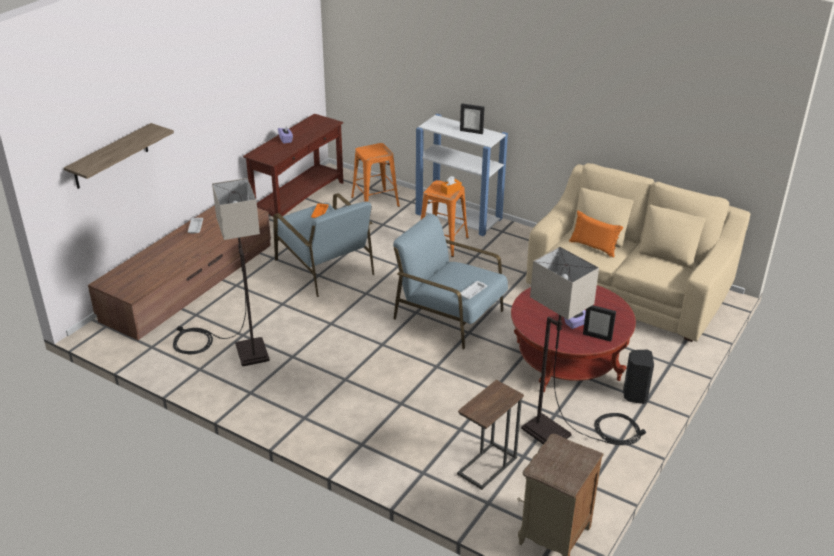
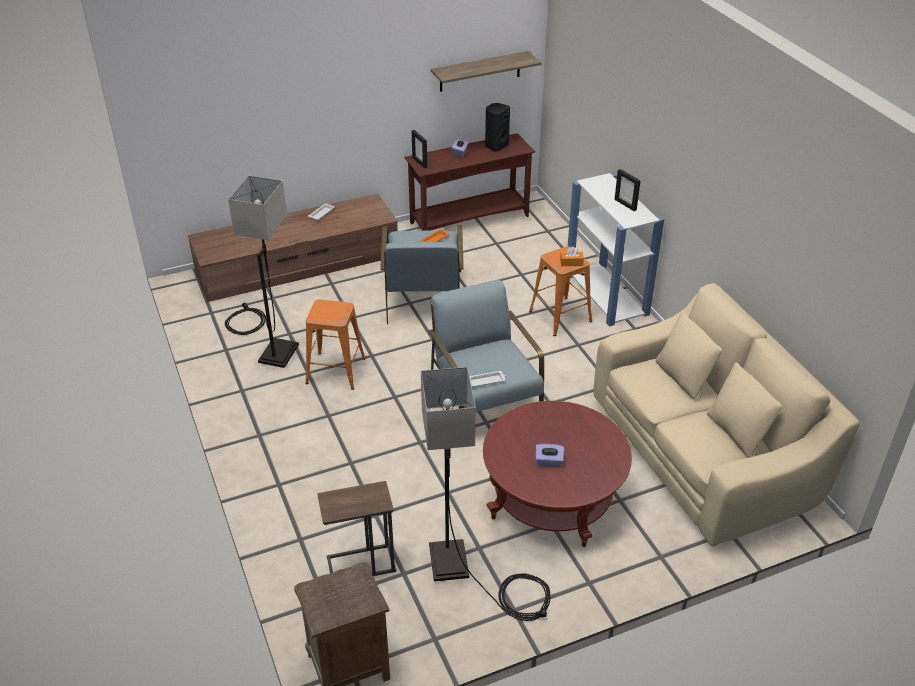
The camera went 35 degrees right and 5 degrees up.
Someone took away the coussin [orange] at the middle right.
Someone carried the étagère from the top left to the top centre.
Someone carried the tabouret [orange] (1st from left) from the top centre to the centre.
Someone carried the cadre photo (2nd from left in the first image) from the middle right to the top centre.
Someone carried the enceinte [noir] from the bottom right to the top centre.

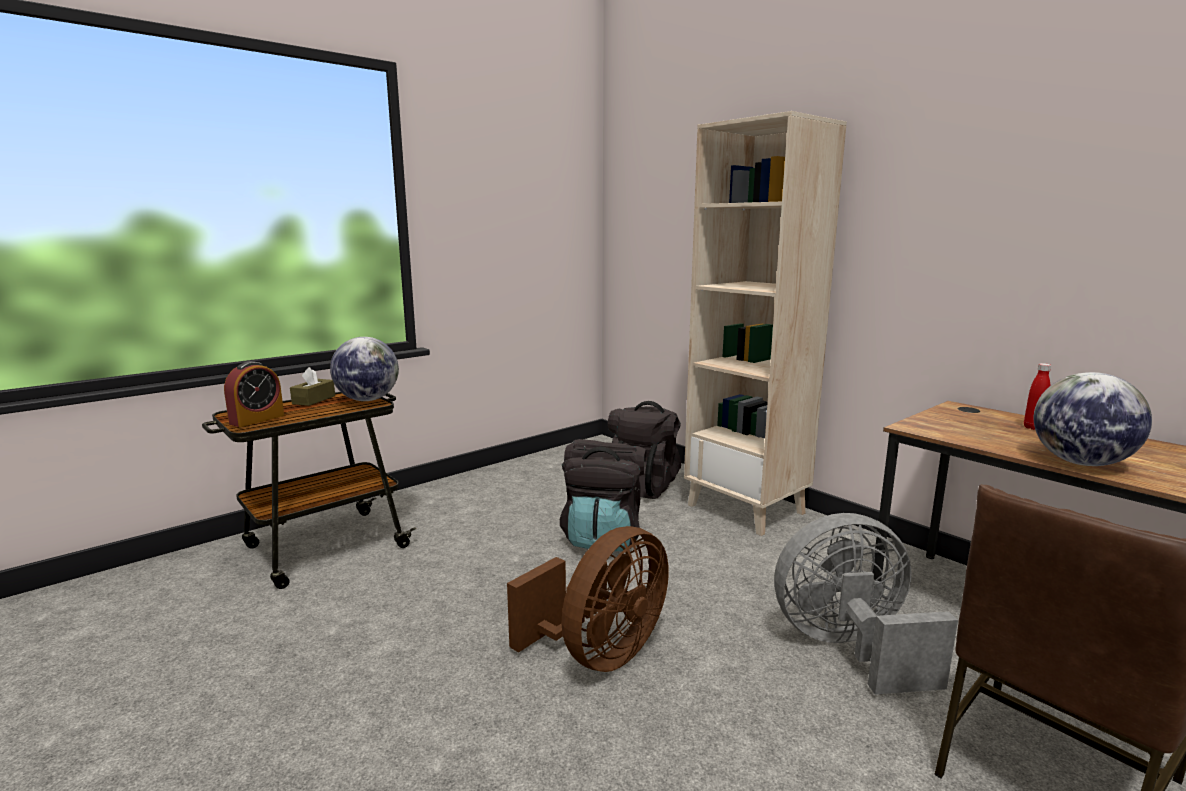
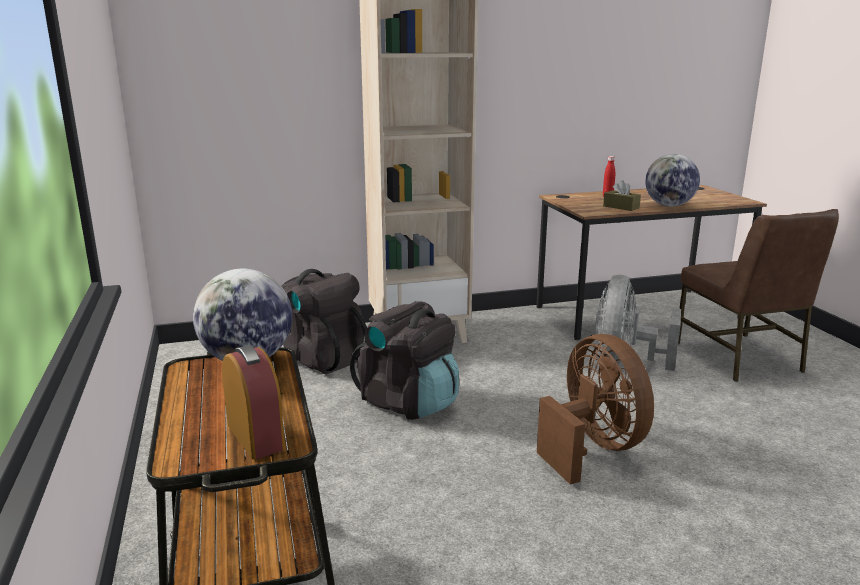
The camera went 65 degrees left and 5 degrees up.
Someone carried the boîte à mouchoirs [marron] from the middle left to the middle right.

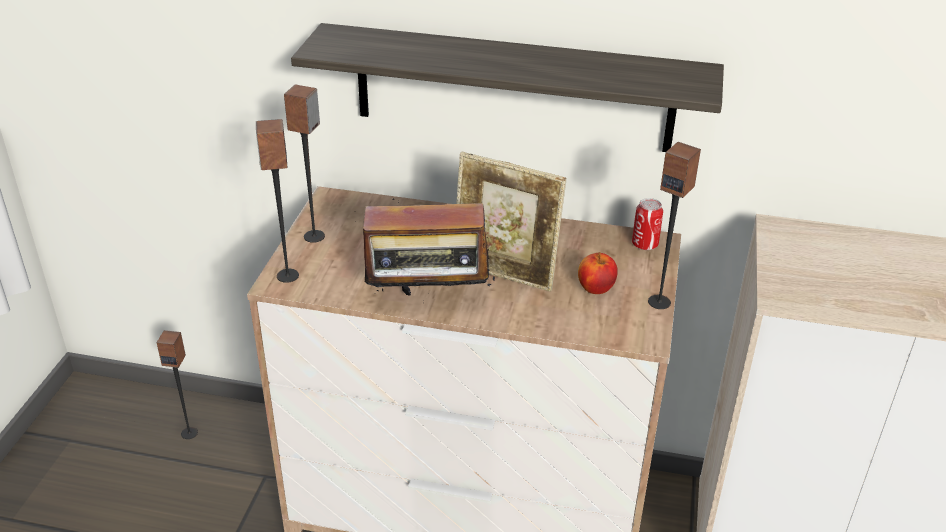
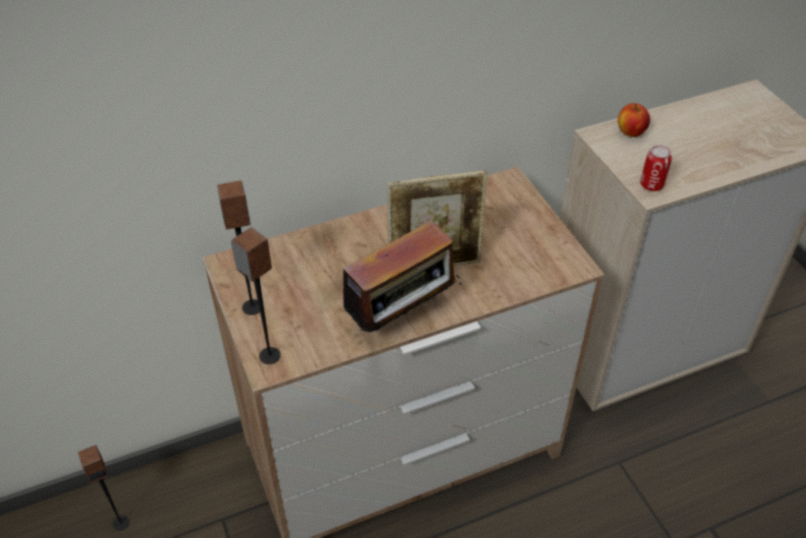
The camera went 35 degrees left and 10 degrees up.
Someone took away the étagère at the top centre.
Someone took away the enceinte (4th from left) at the middle right.
Someone carried the pomme from the centre to the top right.
Someone carried the boîte métallique from the middle right to the top right.

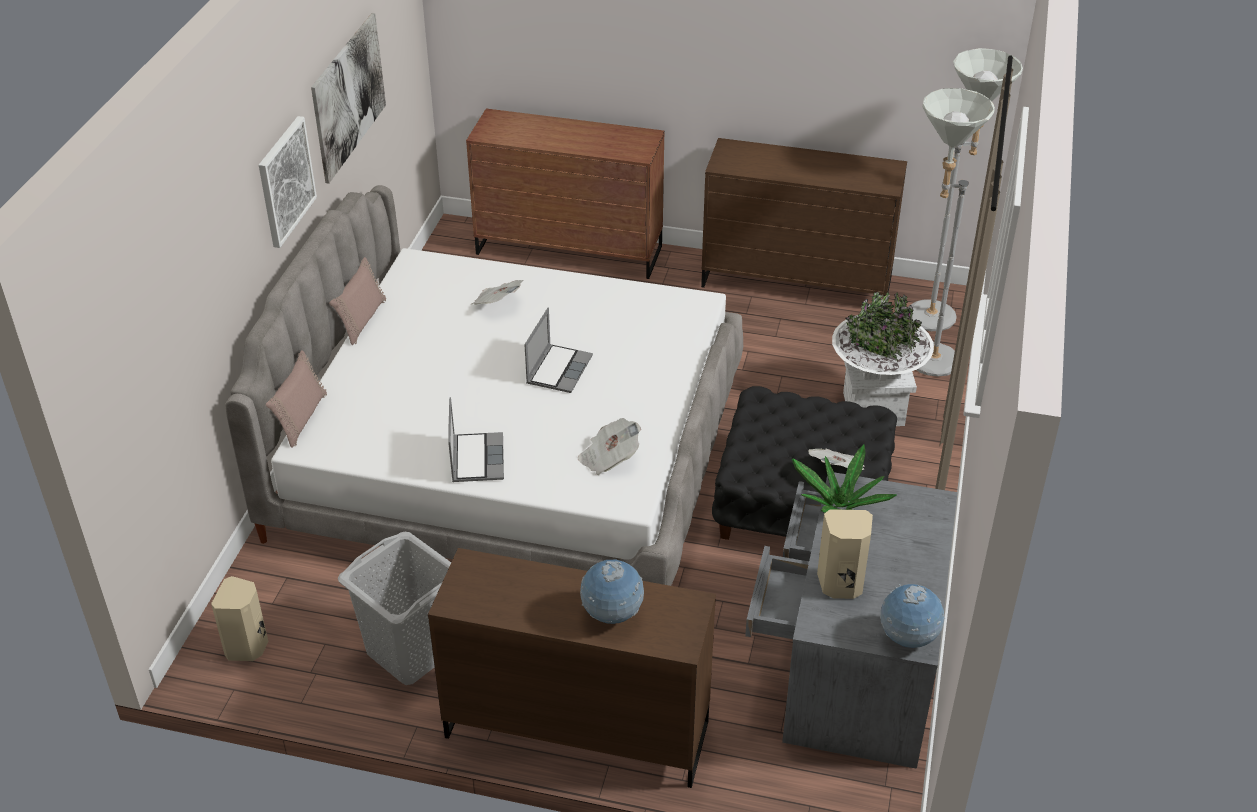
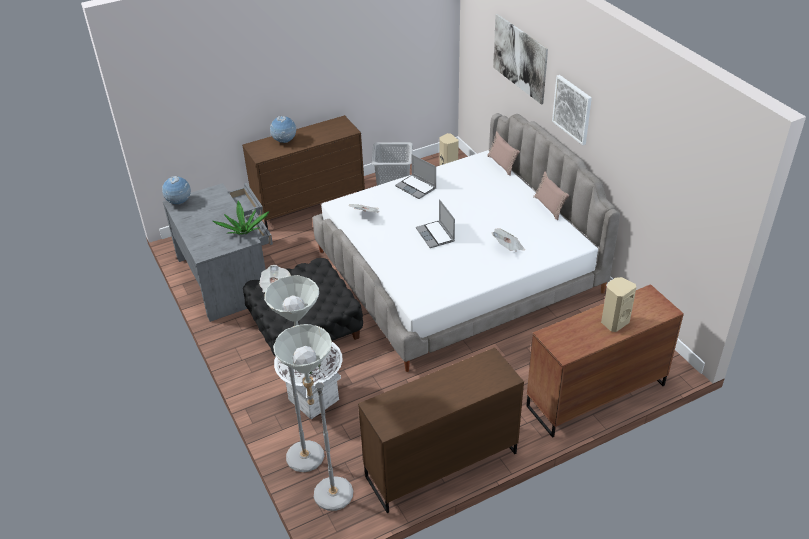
The camera went 140 degrees right and 0 degrees up.
Someone carried the tableau (2nd from left in the first image) from the top left to the top centre.
Someone carried the enceinte [beige] (2nd from left) from the bottom right to the middle right.

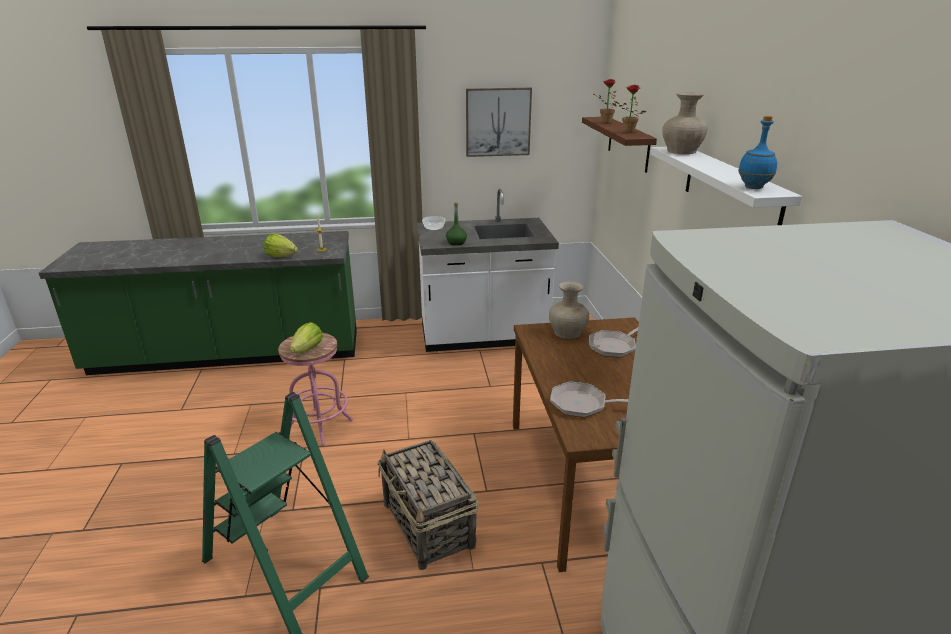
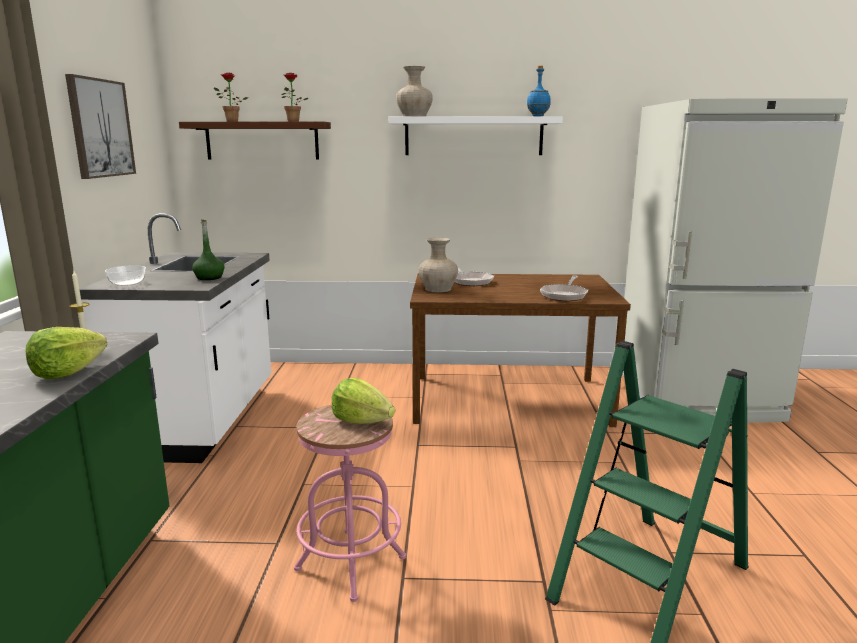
The camera went 80 degrees left and 10 degrees down.
Someone took away the panier at the bottom centre.

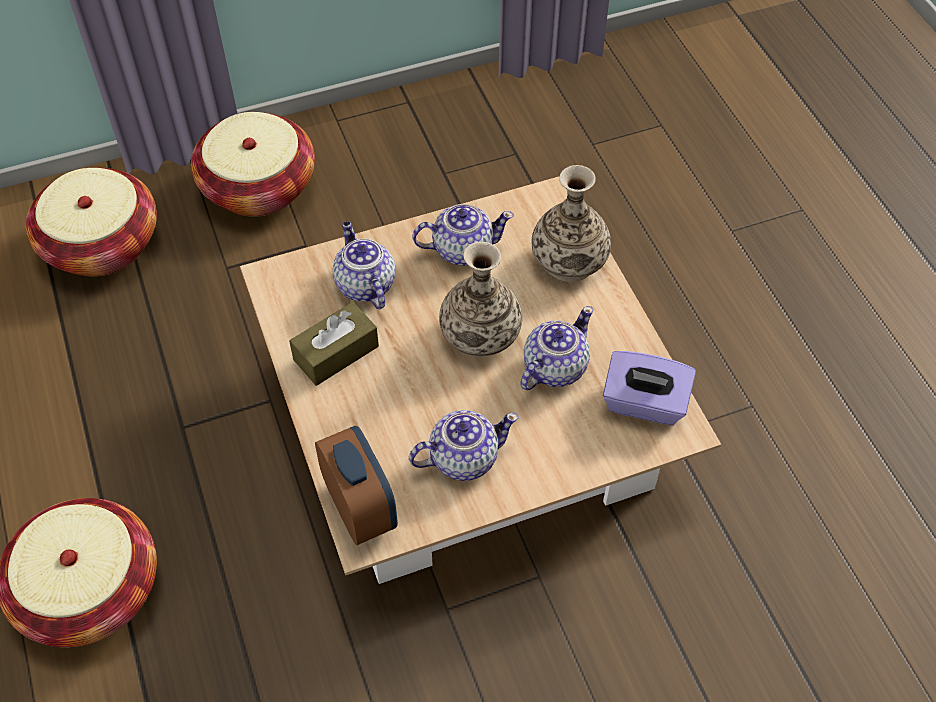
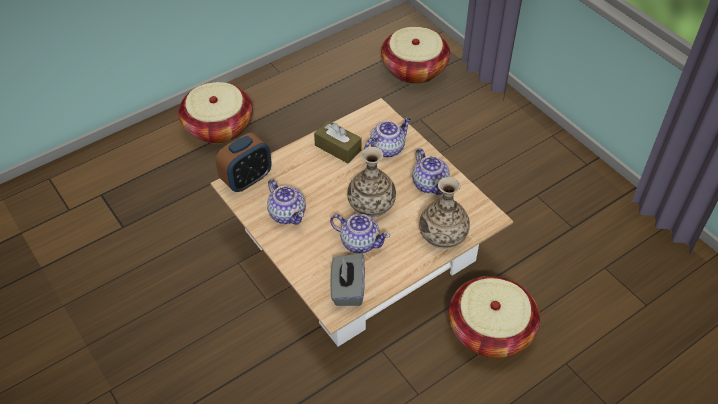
The camera went 75 degrees right and 5 degrees down.
Someone carried the panier (3rd from left) from the top left to the bottom right.
Someone repainted the boîte à mouchoirs [violet] at the middle right, which became the boîte à mouchoirs [gris] at the bottom centre.

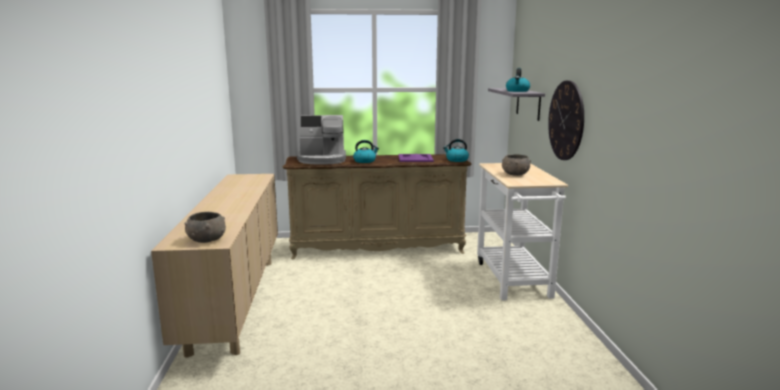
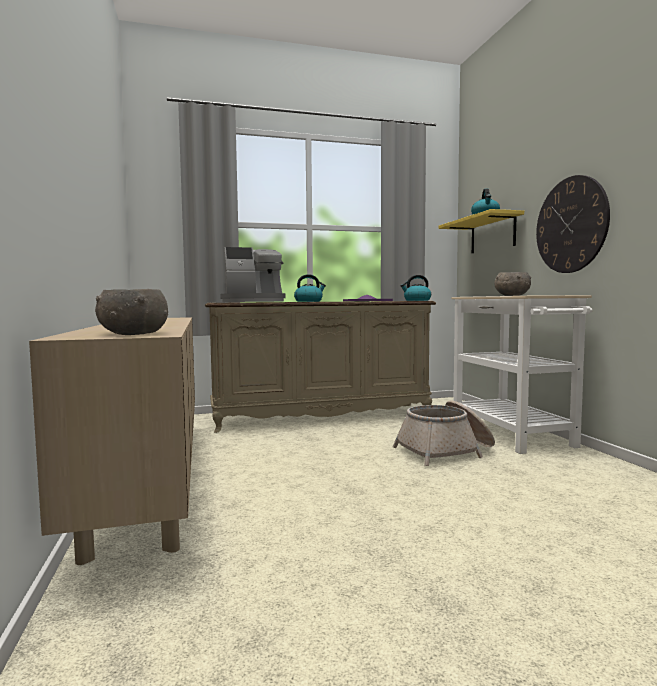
The camera went 10 degrees left and 10 degrees down.
Someone put down the panier at the middle right.
Someone repainted the étagère [gris] at the top centre, which became the étagère [jaune] at the middle right.

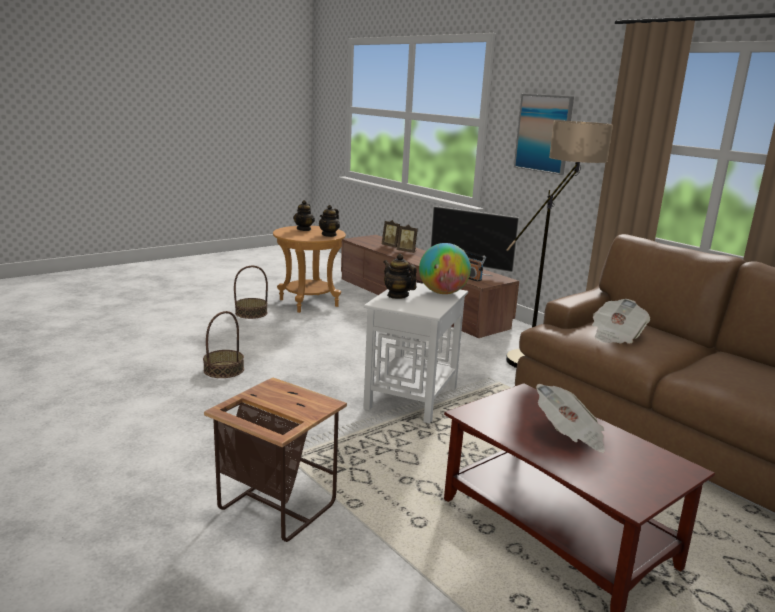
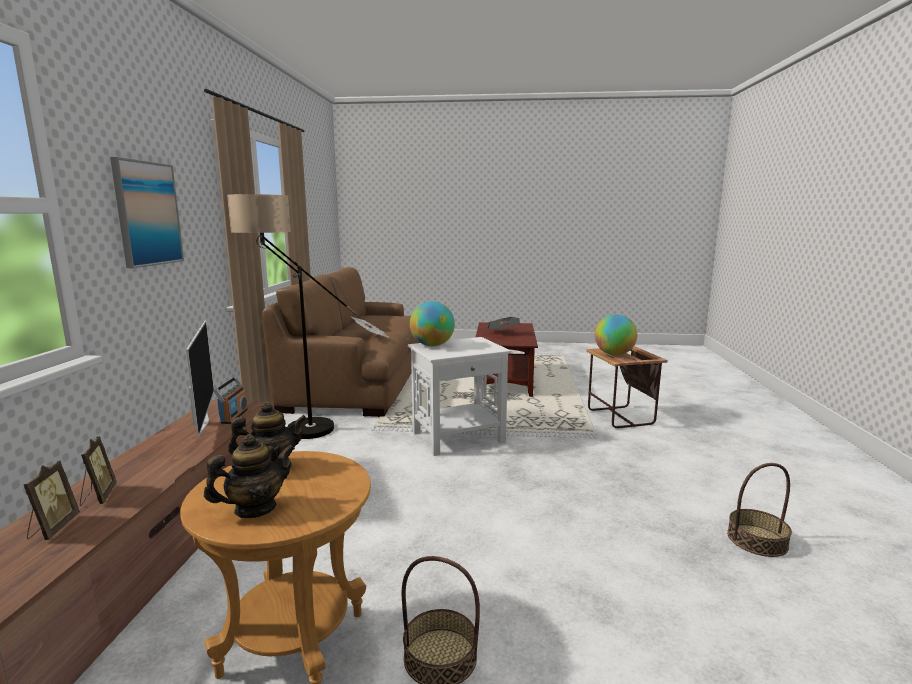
The camera went 135 degrees left and 5 degrees down.
Someone took away the théière (3rd from left) at the centre.
Someone put down the globe (2nd from left) at the middle right.
Someone carried the panier (1st from left in the first image) from the middle left to the bottom right.

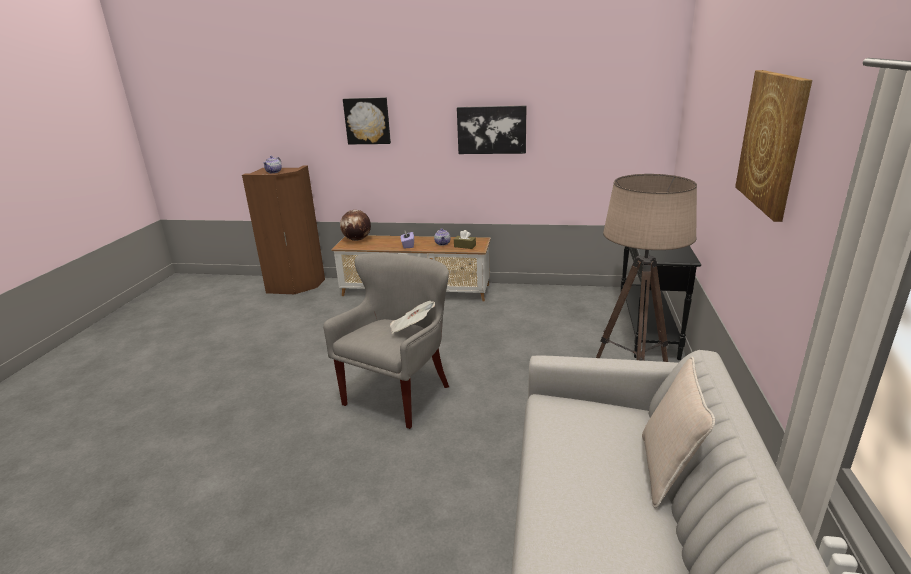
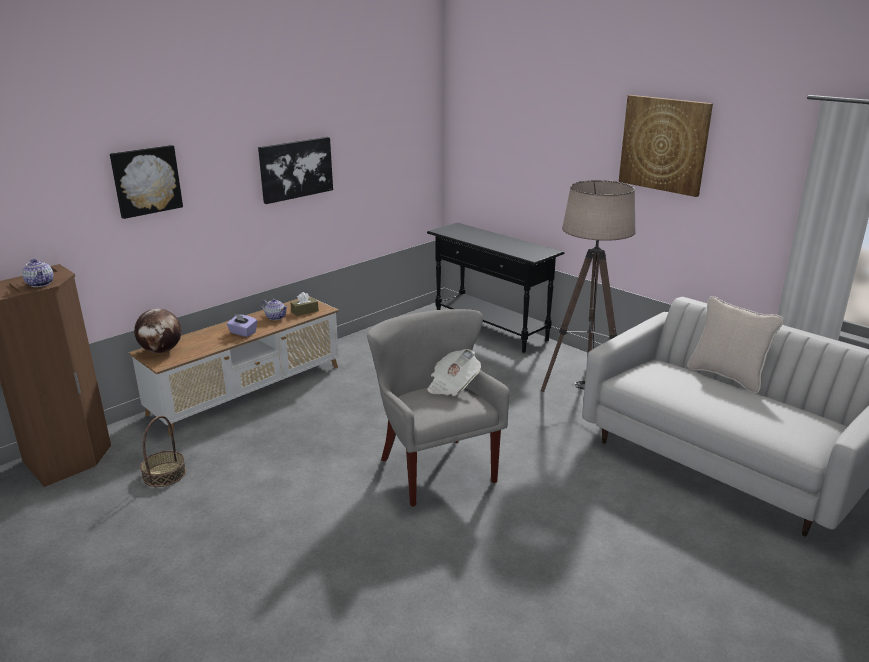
The camera went 55 degrees left and 0 degrees up.
Someone put down the panier at the bottom left.

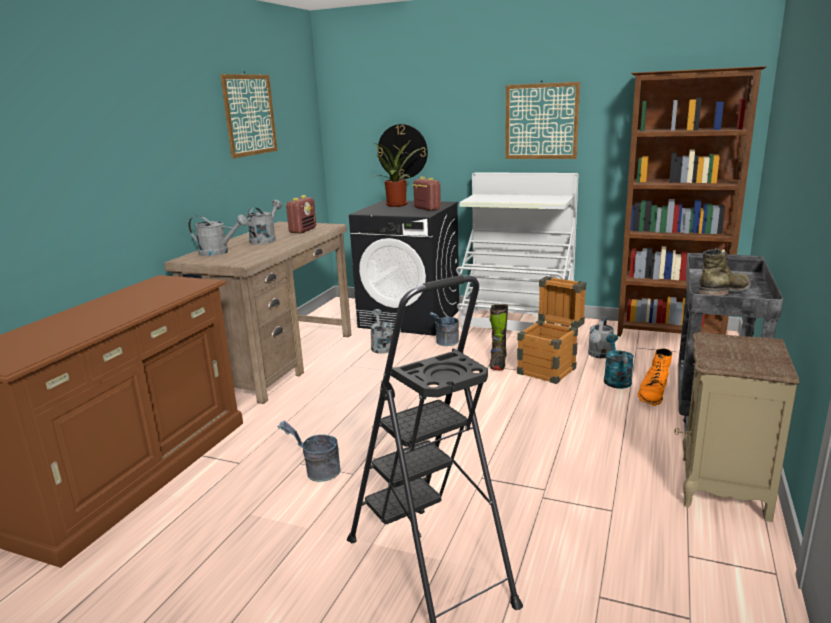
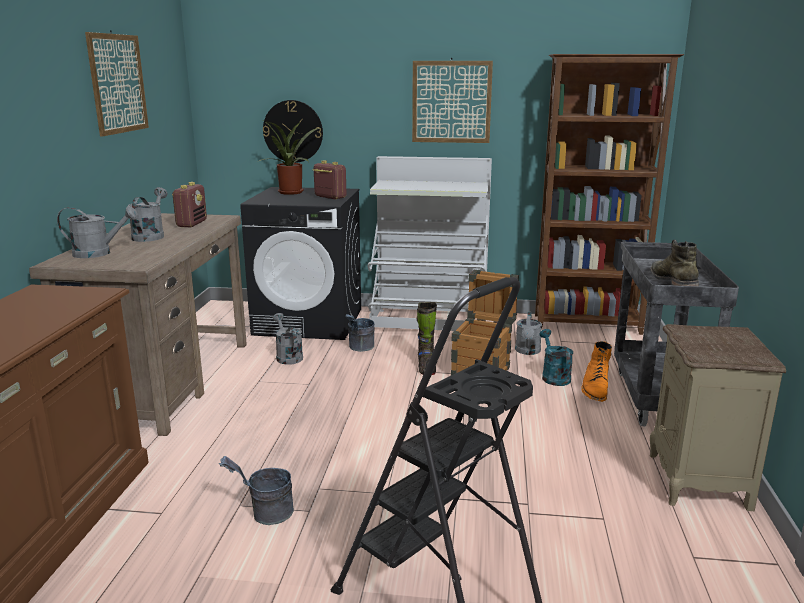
The camera went 15 degrees left and 0 degrees up.
Someone rotated the botte [vert] at the middle right by 45 degrees counterclockwise.

